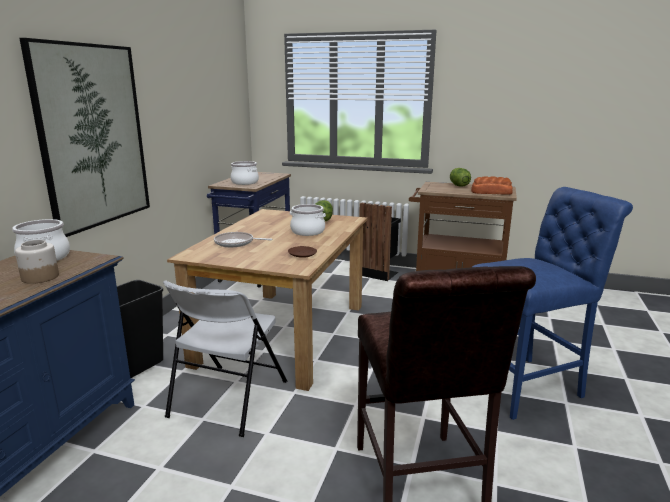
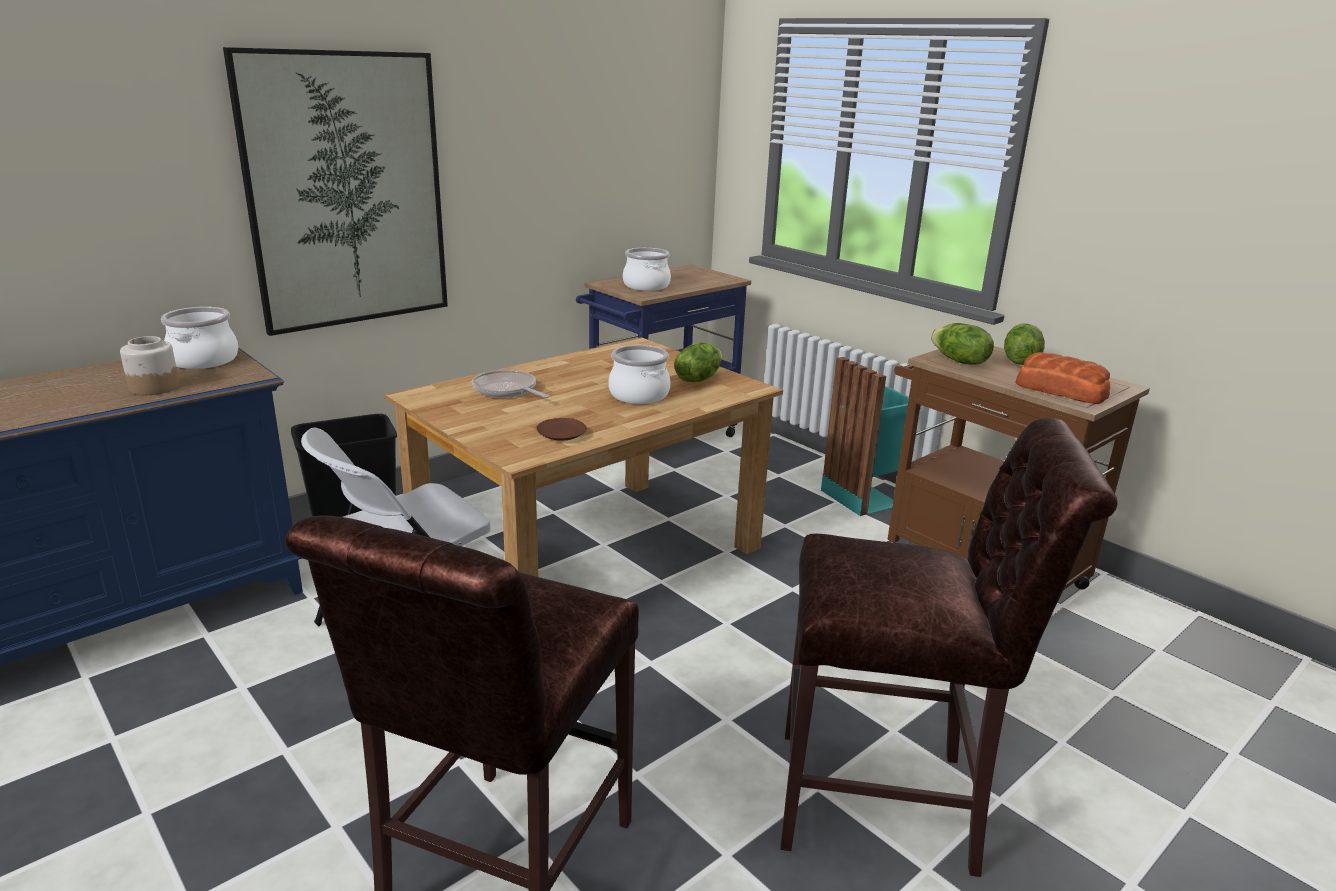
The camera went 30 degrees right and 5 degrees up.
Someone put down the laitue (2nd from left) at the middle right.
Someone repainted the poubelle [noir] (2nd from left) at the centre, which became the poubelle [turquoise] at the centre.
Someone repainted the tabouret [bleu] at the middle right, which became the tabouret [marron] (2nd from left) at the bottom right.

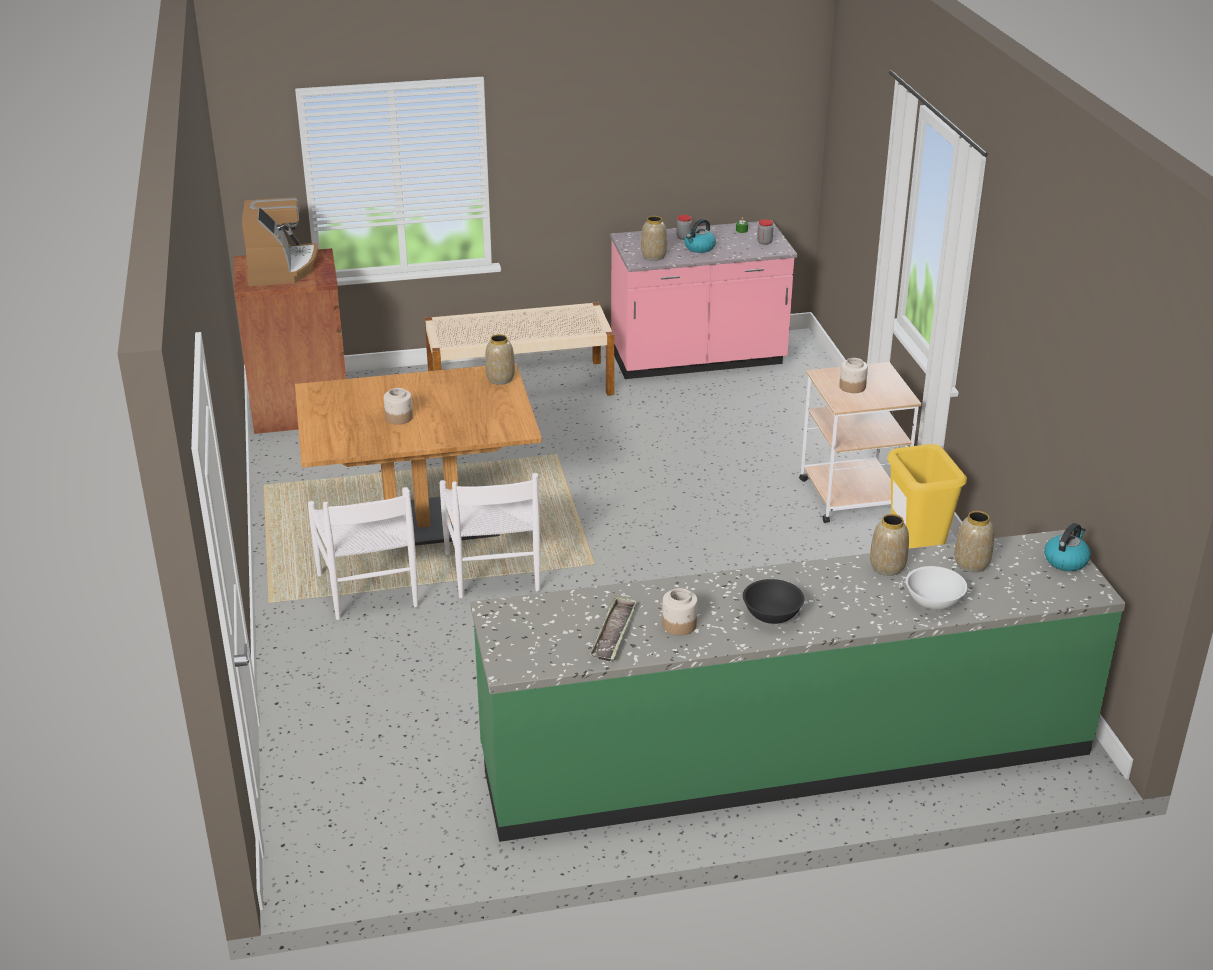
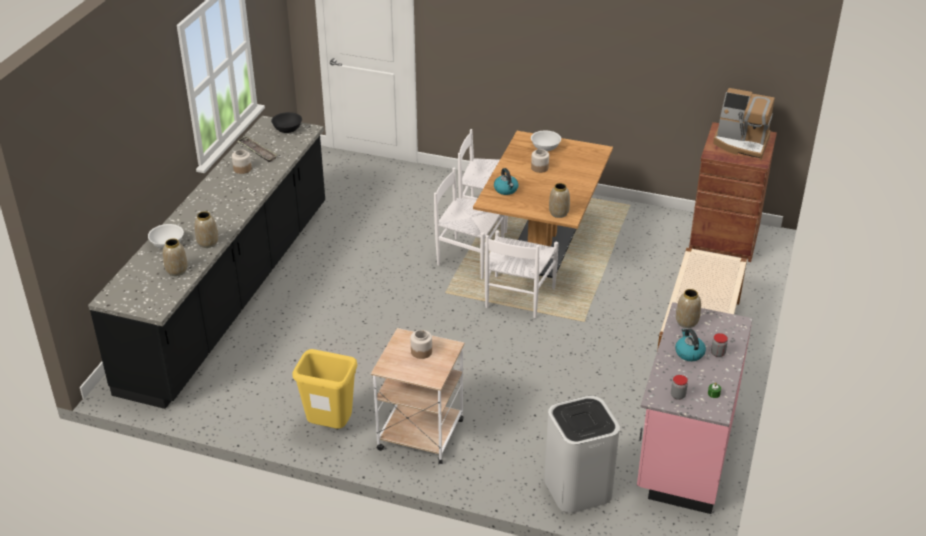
The camera went 120 degrees right and 5 degrees up.
Someone put down the chaise [blanc] (3rd from left) at the centre.
Someone put down the bol [blanc] (2nd from left) at the top centre.
Someone put down the poubelle [blanc] at the bottom centre.
Someone carried the bol [noir] from the centre to the top left.
Someone carried the bouilloire (2nd from left in the first image) from the middle right to the centre.
Someone repainted the comptoir de cuisine [vert] at the bottom centre, which became the comptoir de cuisine [noir] at the middle left.

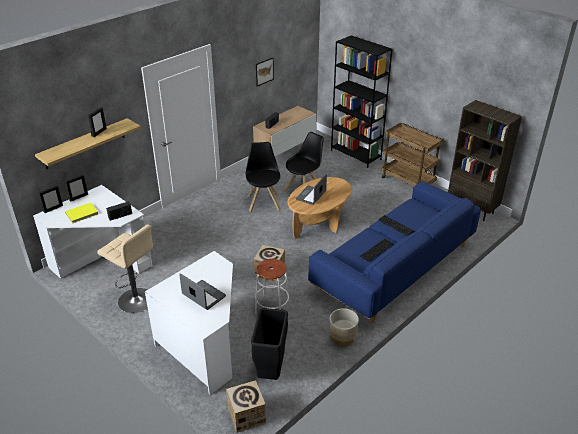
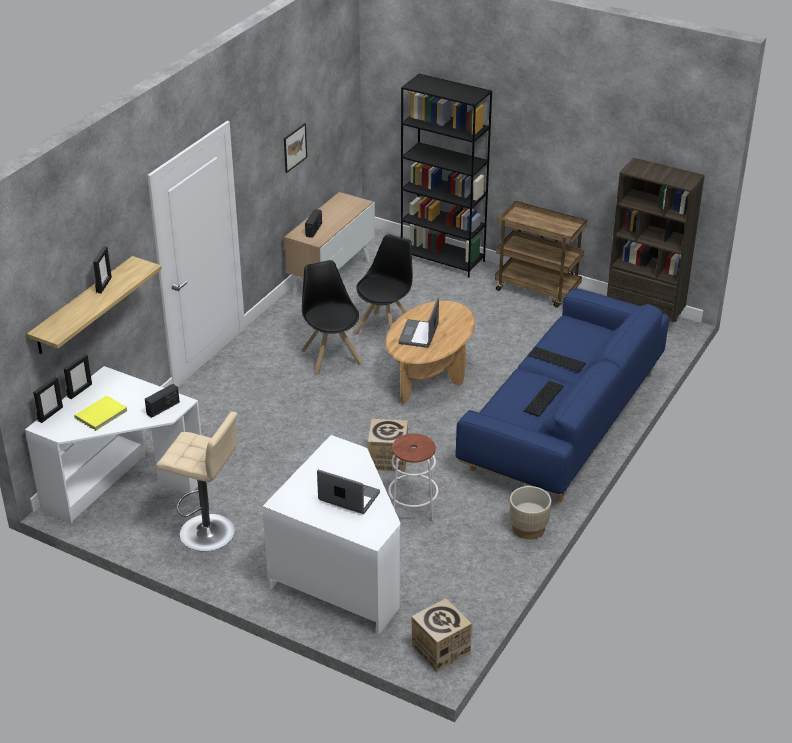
The camera went 15 degrees left and 0 degrees up.
Someone took away the poubelle [noir] at the bottom centre.

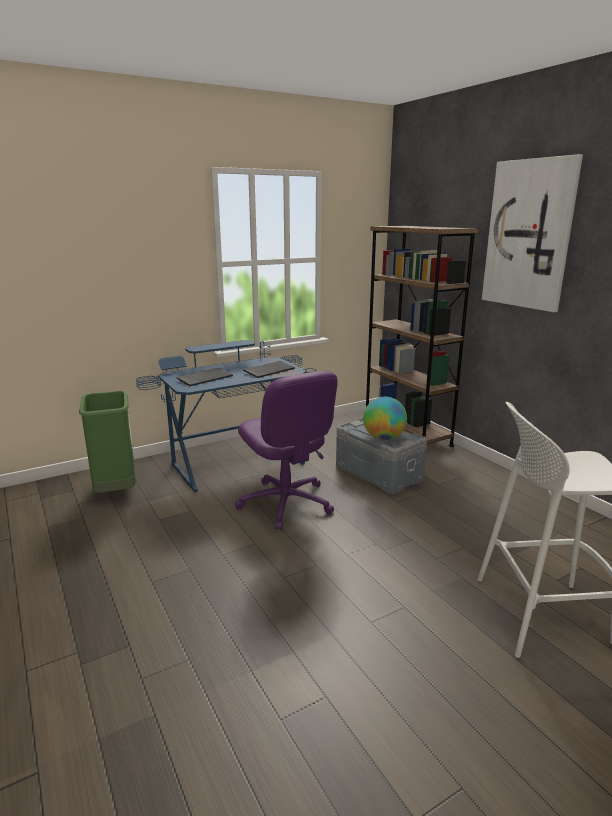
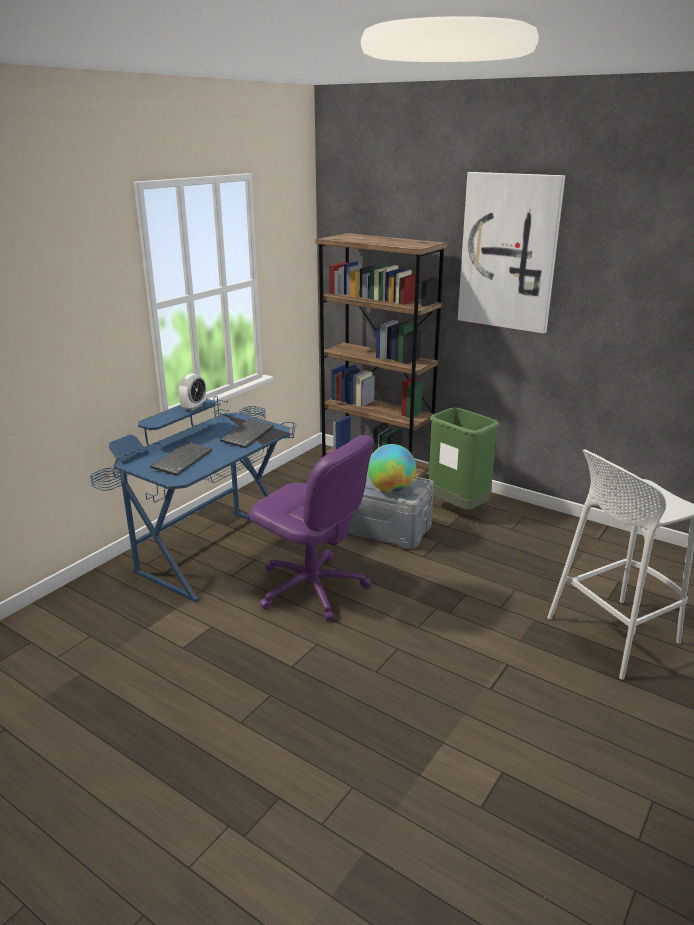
The camera went 25 degrees left and 5 degrees up.
Someone put down the réveil at the middle left.
Someone carried the poubelle [vert] from the middle left to the middle right.

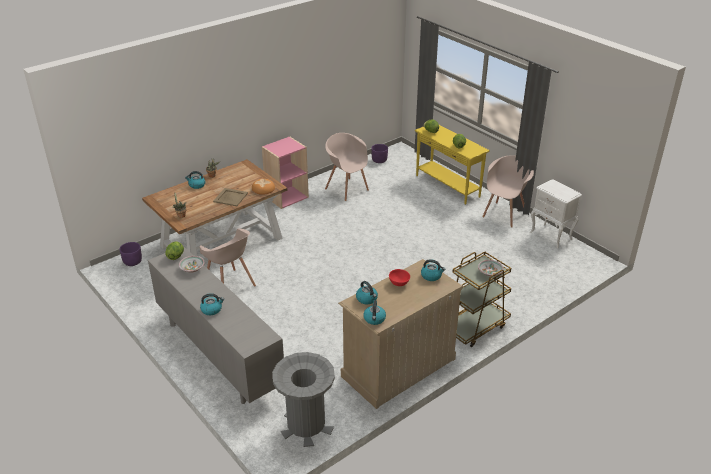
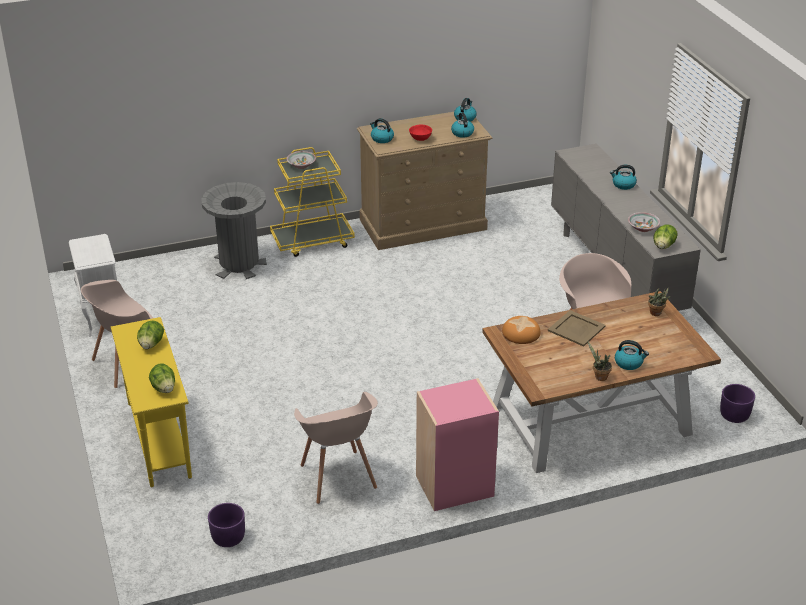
The camera went 160 degrees left and 0 degrees up.
Someone carried the poubelle [gris] from the bottom centre to the middle left.
Someone repainted the chariot [marron] at the middle right, which became the chariot [jaune] at the centre.

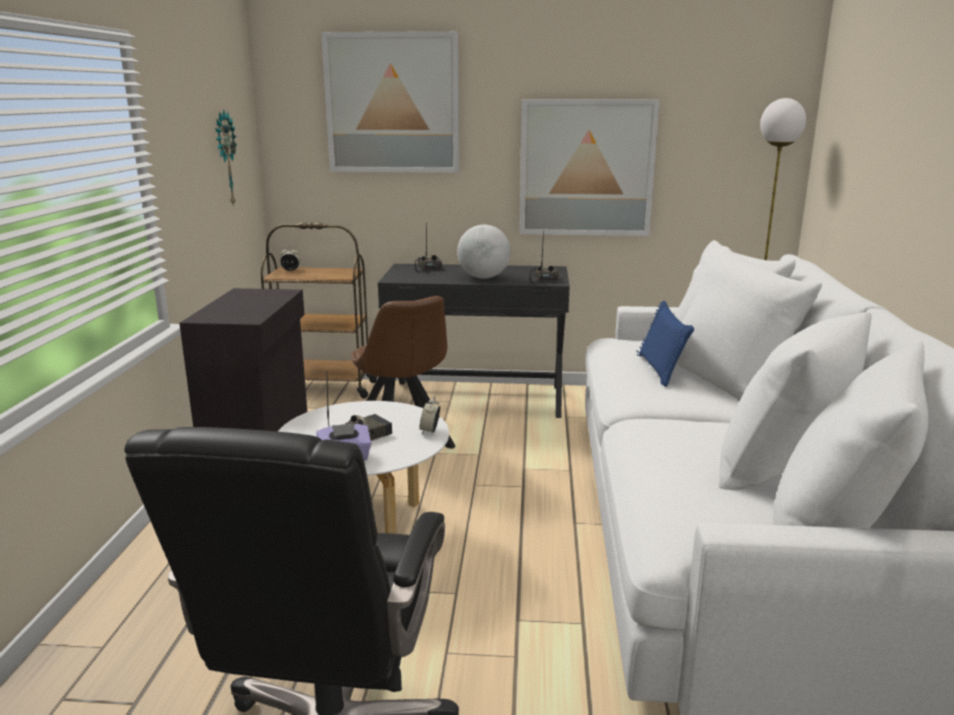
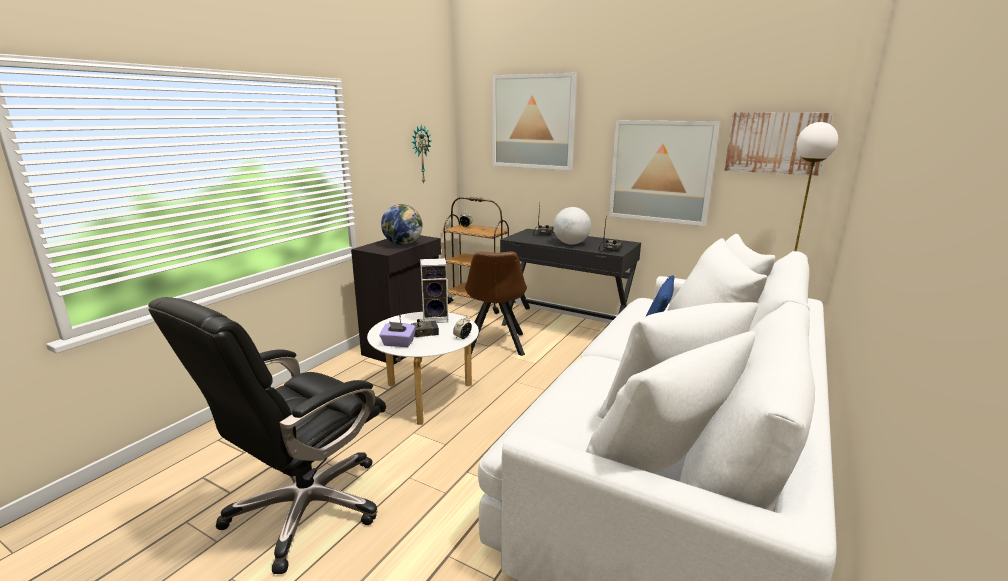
The camera went 25 degrees right and 0 degrees up.
Someone put down the globe (1st from left) at the centre.
Someone put down the enceinte at the centre.
Someone put up the tableau (3rd from left) at the top right.

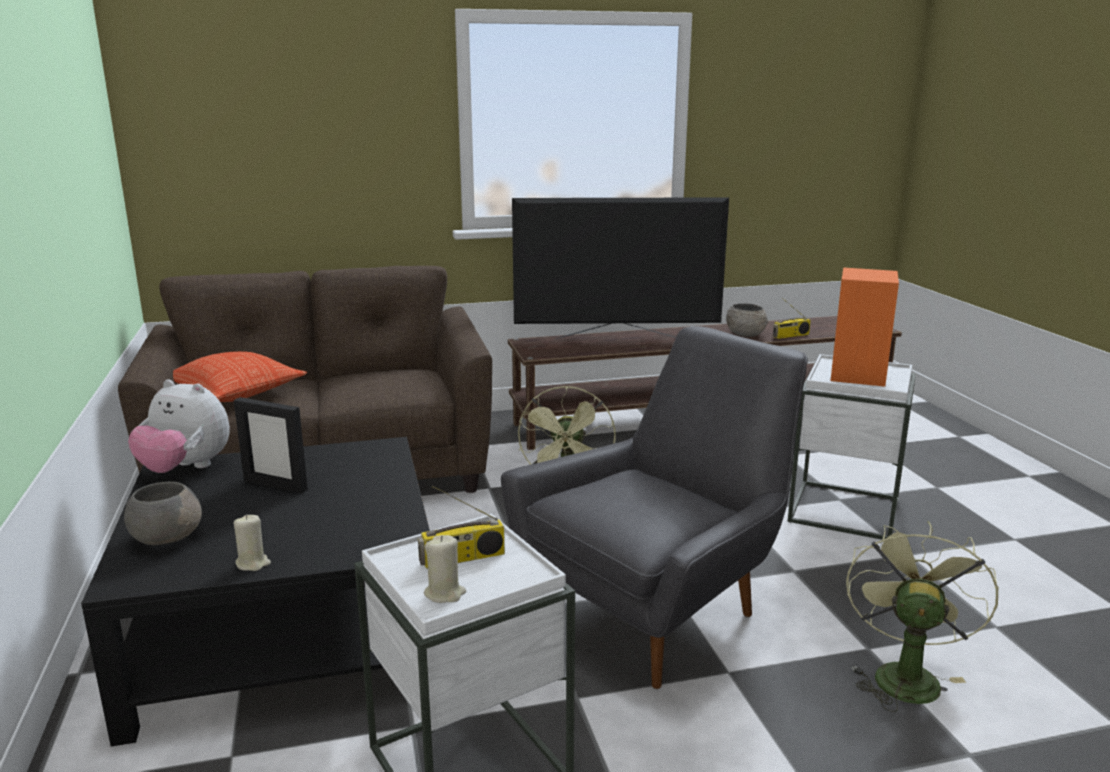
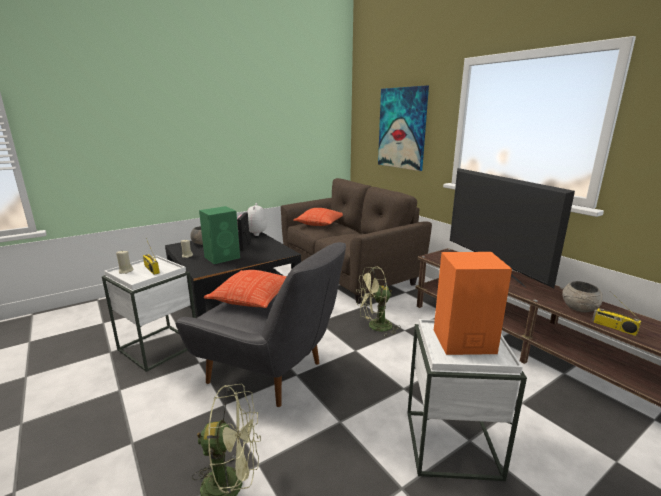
The camera went 70 degrees right and 0 degrees up.
Someone put down the enceinte [vert] at the middle left.
Someone put down the coussin [orange] (1st from left) at the centre.
Someone put up the tableau at the top centre.

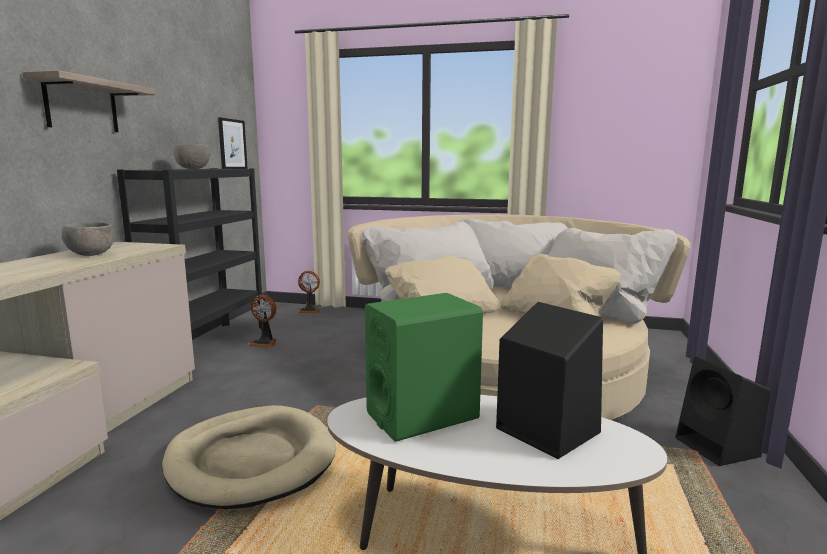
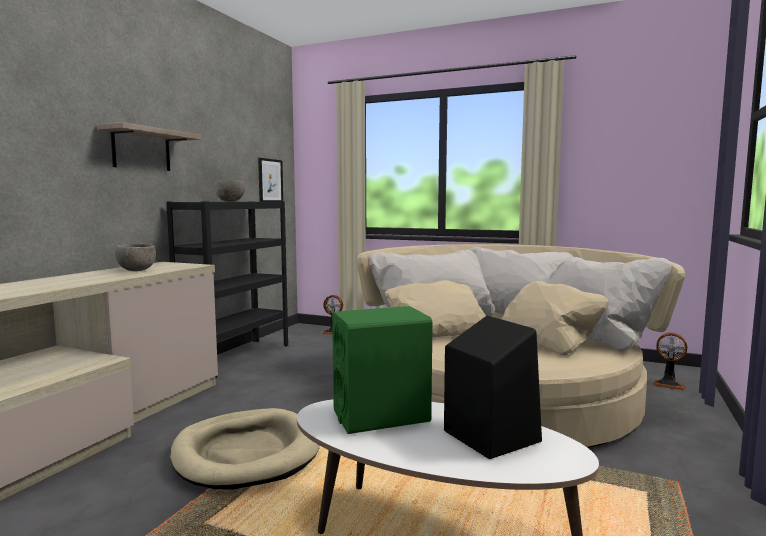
The camera went 10 degrees right and 5 degrees down.
Someone took away the enceinte [noir] (2nd from left) at the bottom right.
Someone carried the ventilateur (1st from left in the first image) from the middle left to the bottom right.

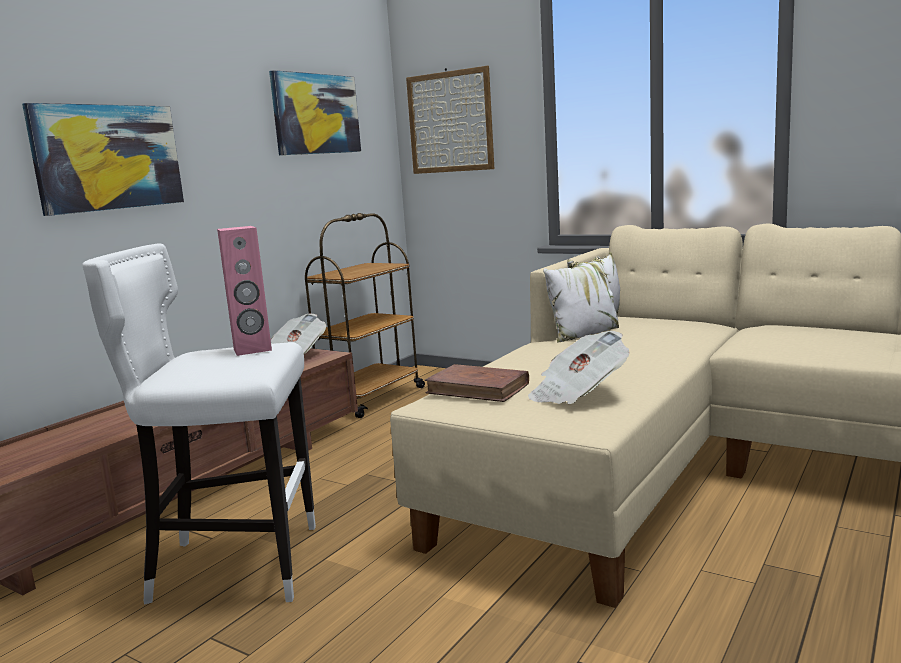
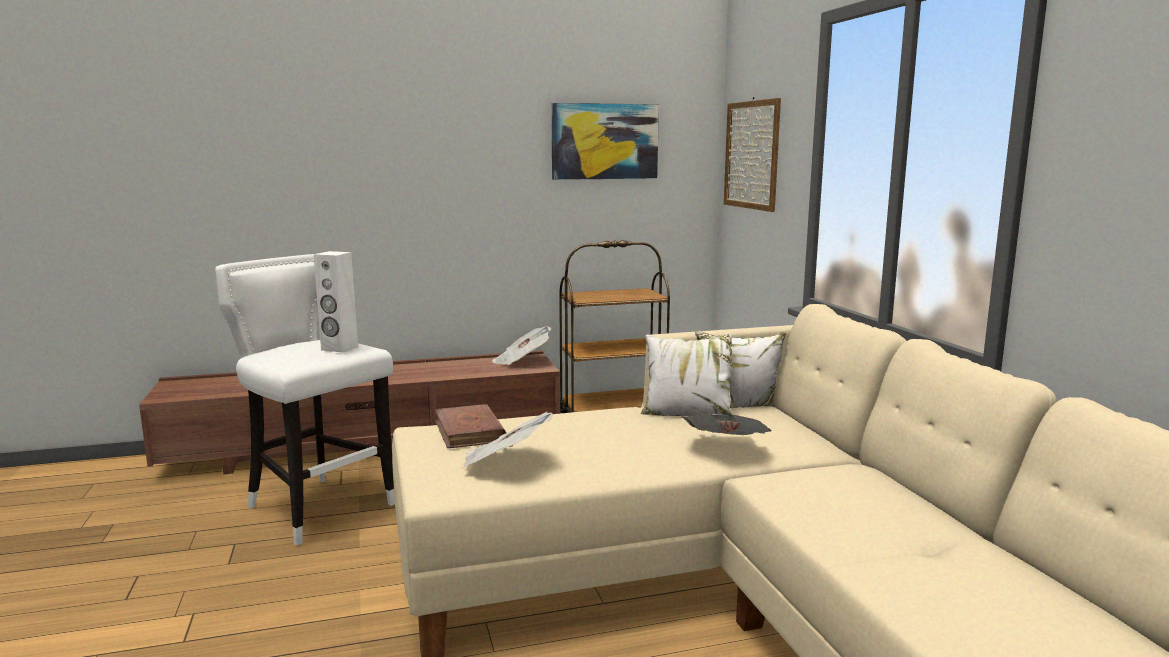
The camera went 40 degrees right and 0 degrees up.
Someone took away the tableau (1st from left) at the top left.
Someone put down the journal (3rd from left) at the centre.
Someone repainted the enceinte [rose] at the middle left, which became the enceinte [blanc] at the middle left.

